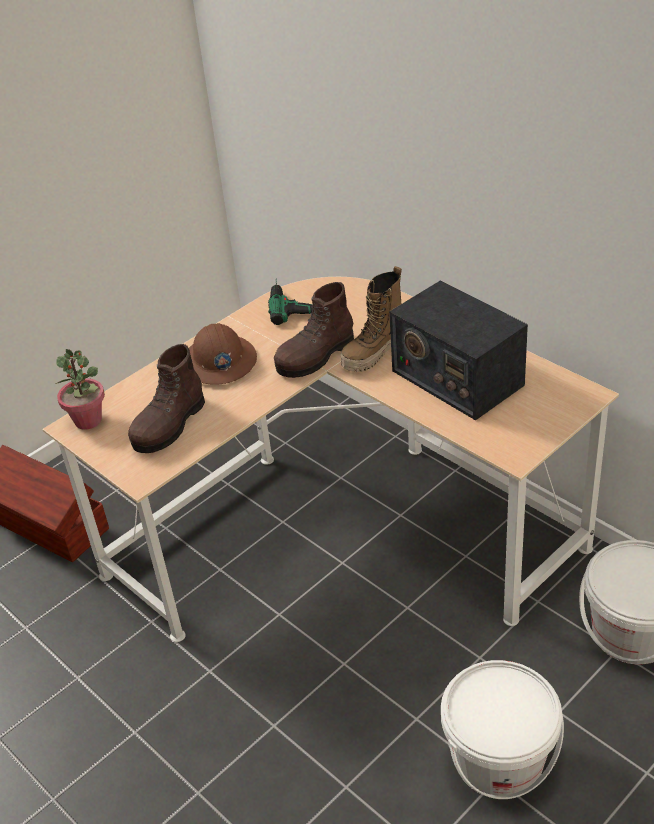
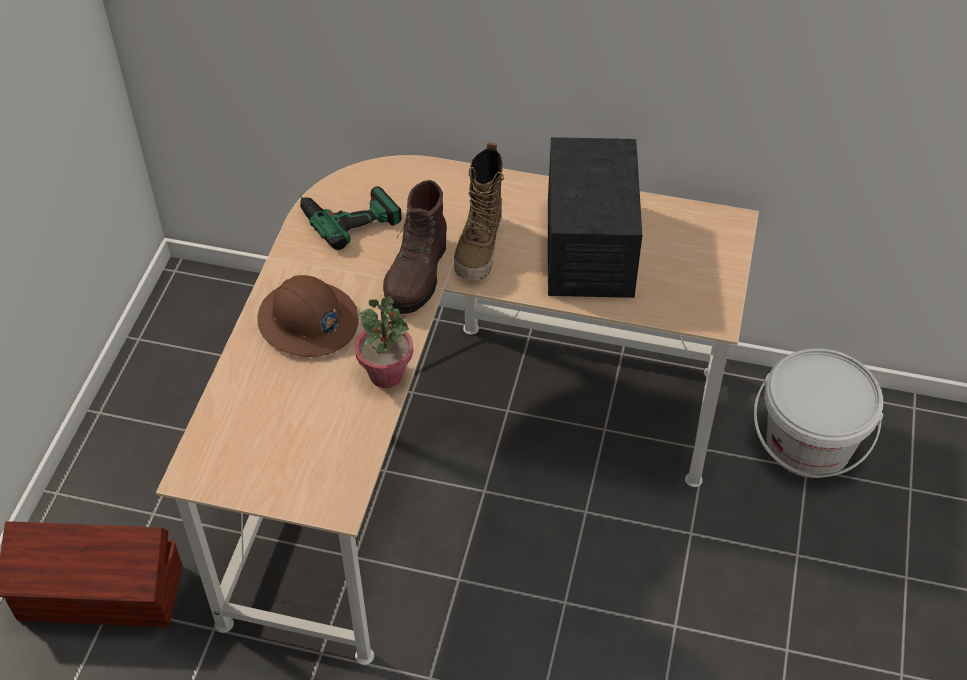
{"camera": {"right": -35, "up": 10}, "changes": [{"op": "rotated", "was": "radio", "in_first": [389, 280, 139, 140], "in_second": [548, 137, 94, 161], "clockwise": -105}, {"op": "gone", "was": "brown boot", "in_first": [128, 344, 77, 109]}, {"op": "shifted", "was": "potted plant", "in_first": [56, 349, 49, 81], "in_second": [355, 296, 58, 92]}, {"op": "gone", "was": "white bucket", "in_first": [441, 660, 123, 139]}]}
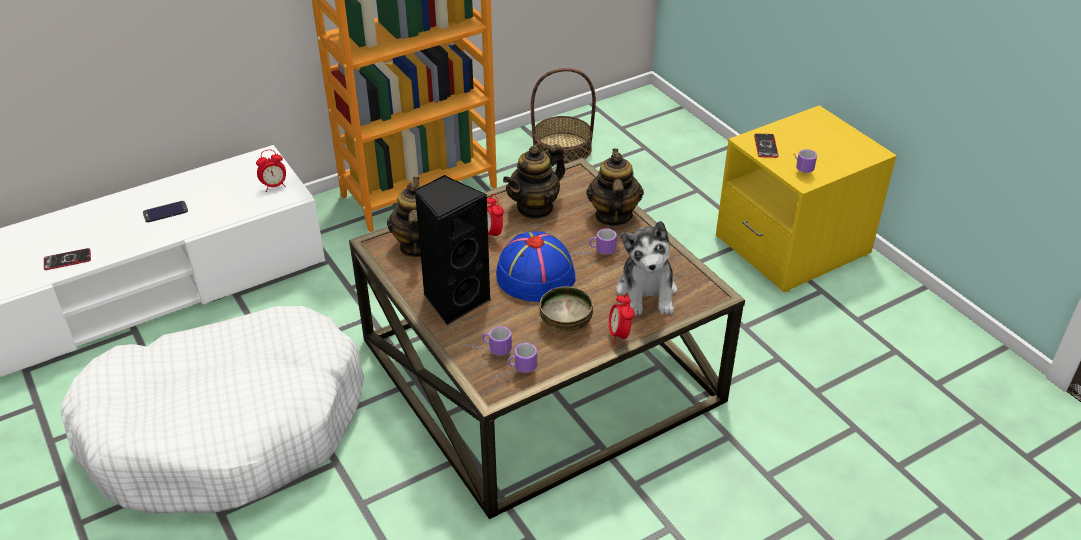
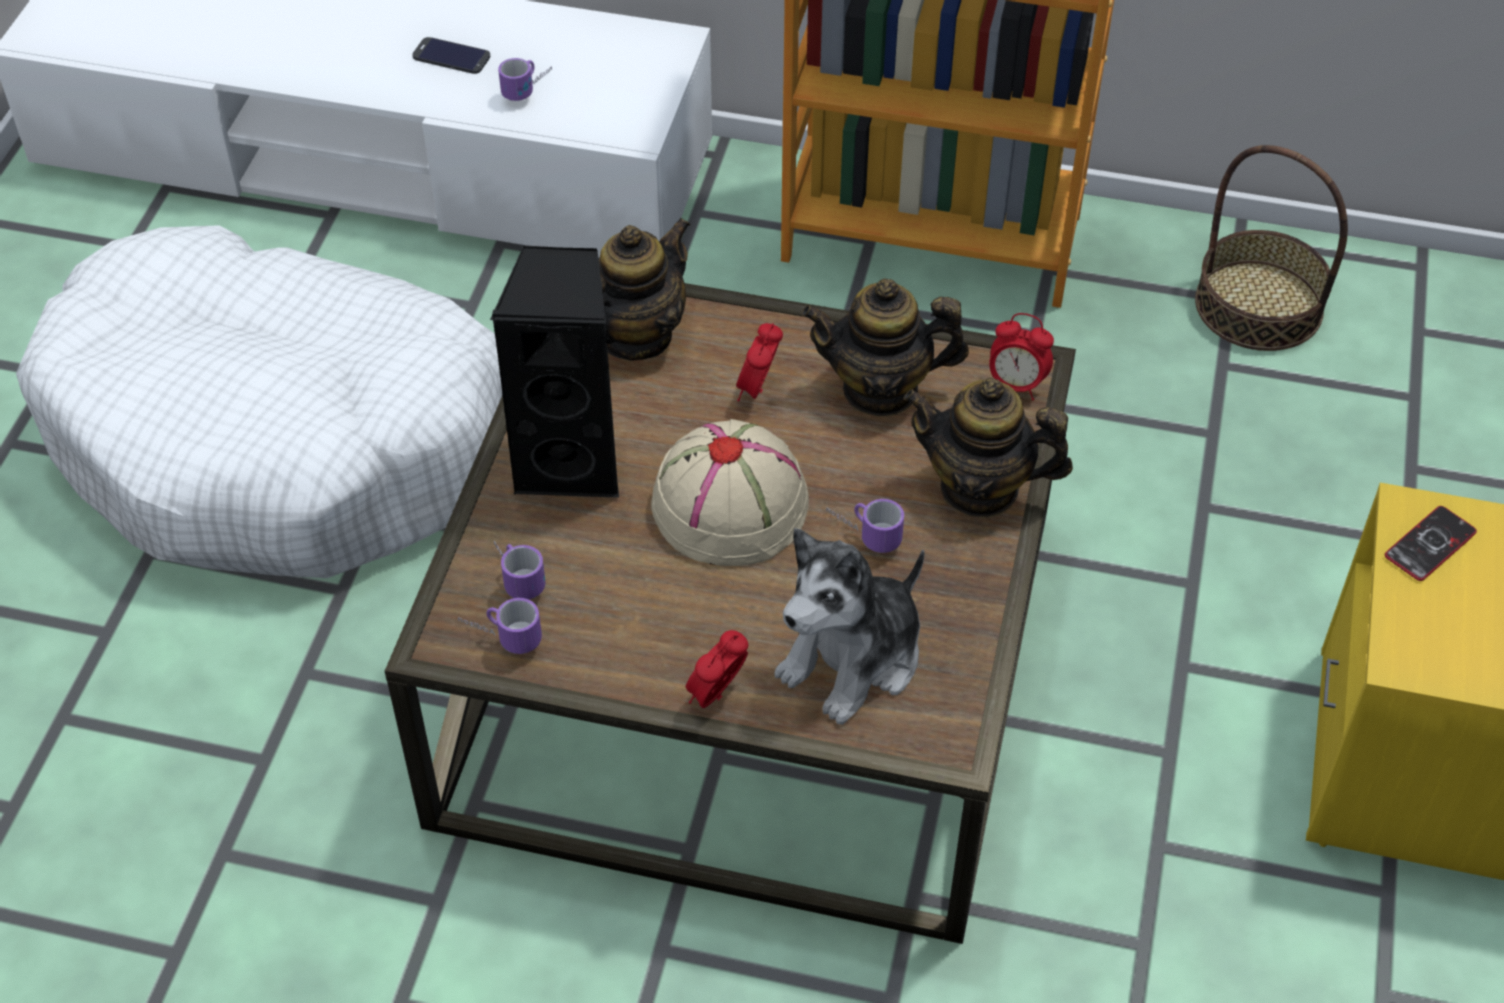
{"camera": {"right": 45, "up": 10}, "changes": [{"op": "rotated", "was": "teapot", "in_first": [587, 149, 57, 77], "in_second": [903, 377, 170, 141], "clockwise": -120}, {"op": "shifted", "was": "mug", "in_first": [794, 149, 23, 24], "in_second": [498, 58, 54, 43]}, {"op": "shifted", "was": "alarm clock", "in_first": [256, 150, 30, 42], "in_second": [989, 313, 65, 87]}, {"op": "repainted", "was": "blue hat", "now": "beige hat", "in_first": [496, 231, 79, 71], "in_second": [651, 419, 158, 147]}, {"op": "gone", "was": "phone", "in_first": [44, 248, 47, 22]}, {"op": "gone", "was": "bowl", "in_first": [540, 286, 53, 45]}]}
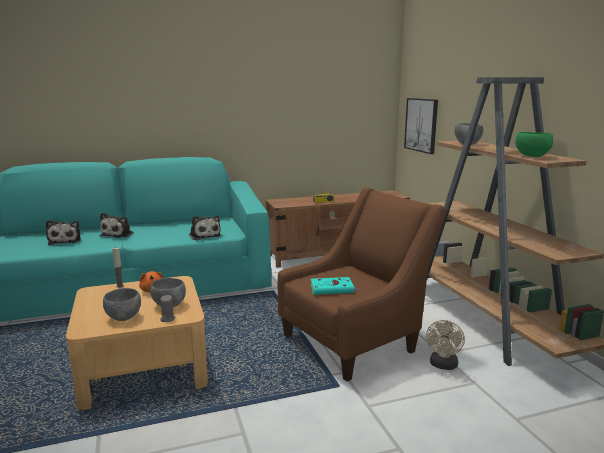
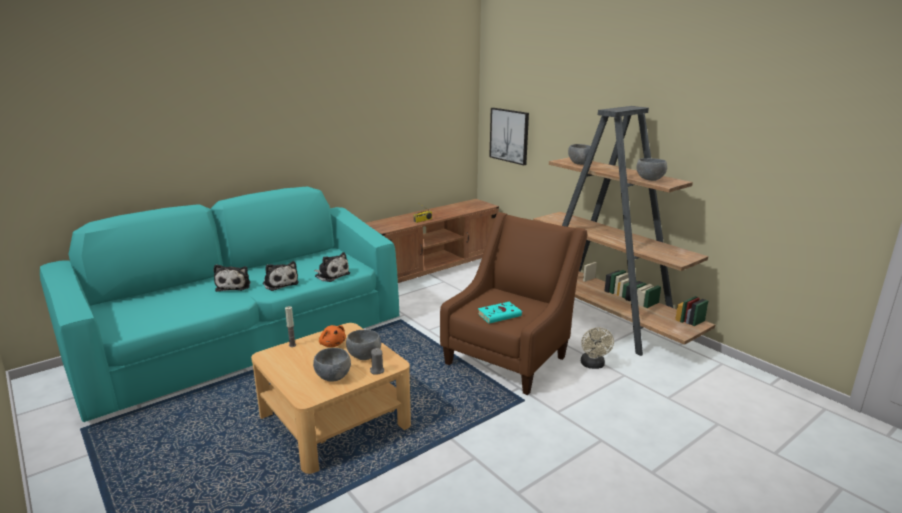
{"camera": {"right": -20, "up": 5}, "changes": [{"op": "repainted", "was": "green bowl", "now": "grey bowl", "in_first": [515, 132, 38, 25], "in_second": [636, 158, 31, 23]}, {"op": "shifted", "was": "plush toy", "in_first": [46, 220, 35, 25], "in_second": [263, 261, 36, 30]}]}
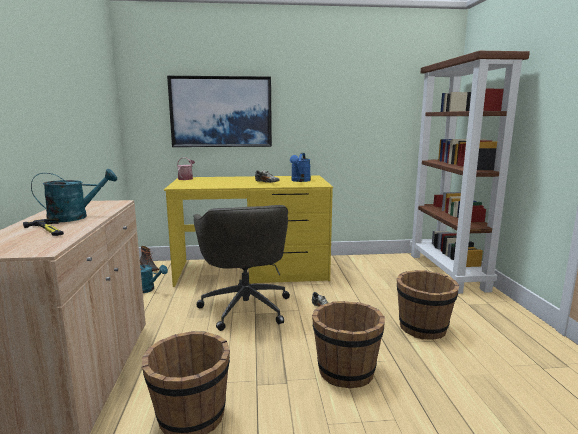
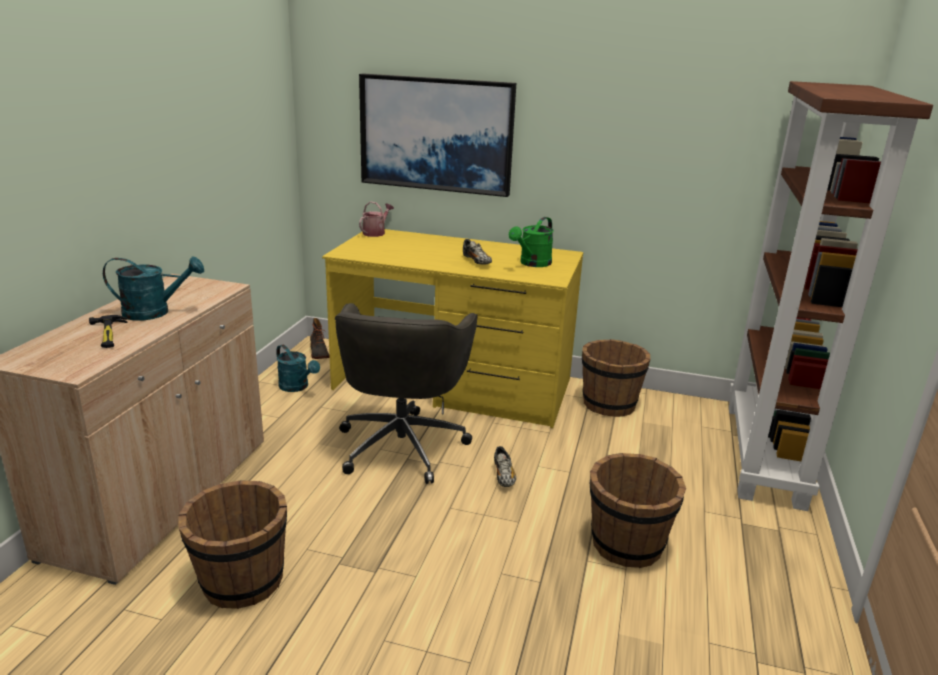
{"camera": {"right": 20, "up": 10}, "changes": [{"op": "repainted", "was": "blue watering can", "now": "green watering can", "in_first": [290, 153, 21, 29], "in_second": [509, 217, 45, 50]}, {"op": "shifted", "was": "brown bucket", "in_first": [312, 301, 73, 87], "in_second": [582, 339, 68, 78]}]}
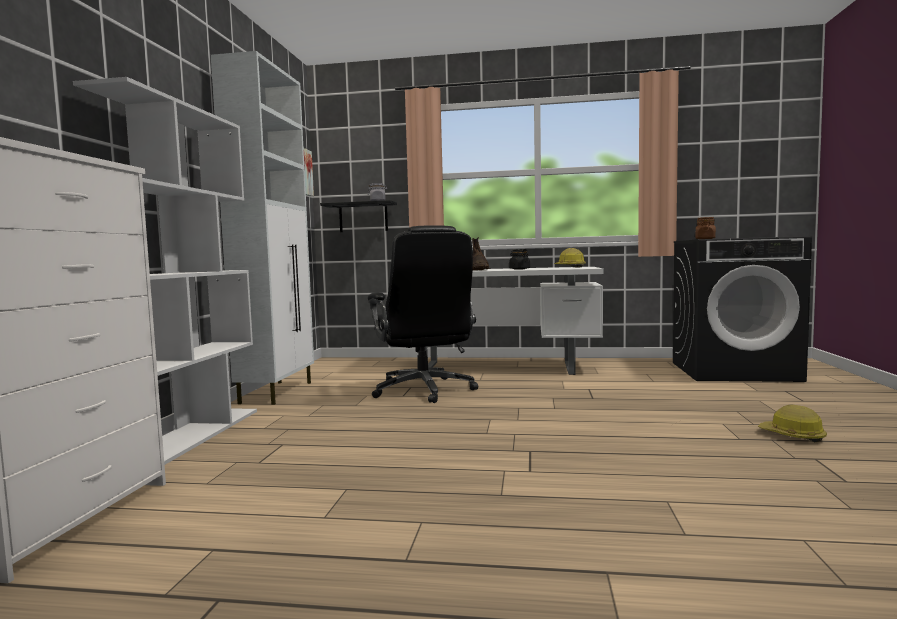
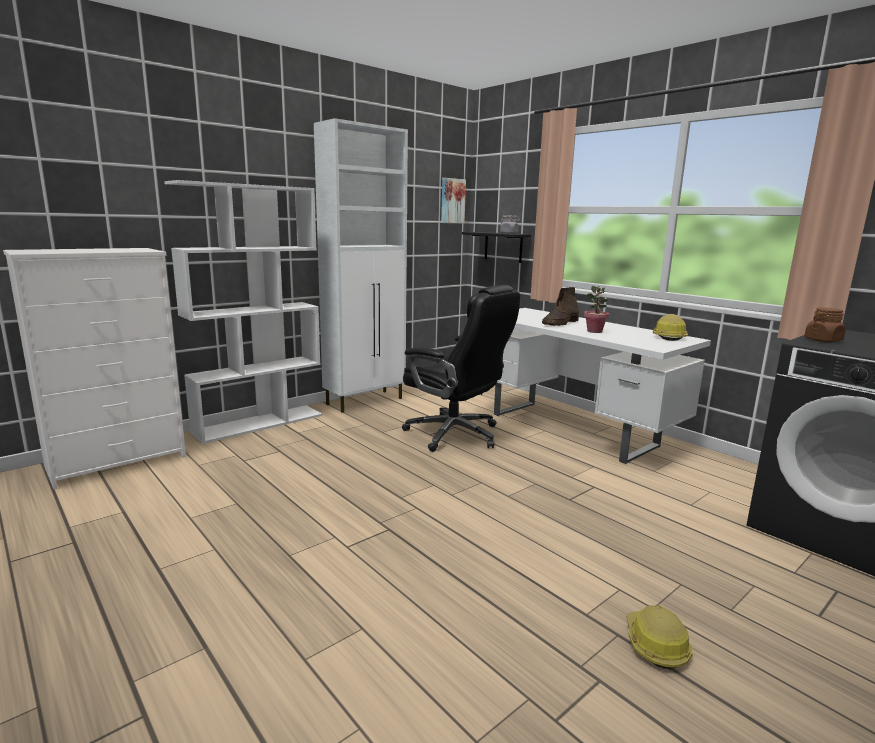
{"camera": {"right": 40, "up": 10}, "changes": [{"op": "rotated", "was": "black office chair", "in_first": [368, 225, 110, 178], "in_second": [402, 285, 118, 167], "clockwise": -75}, {"op": "swapped", "was": "black jar", "now": "potted plant", "in_first": [509, 249, 21, 21], "in_second": [584, 286, 25, 47]}]}
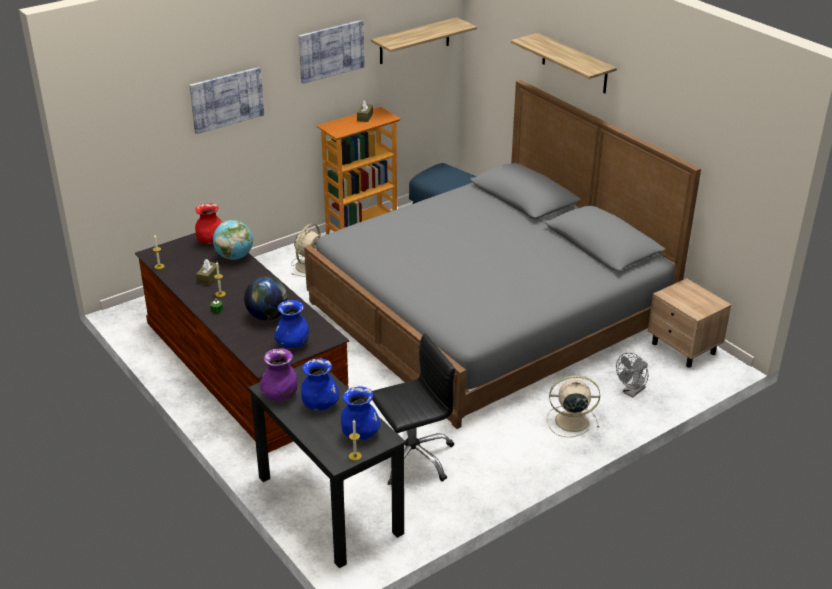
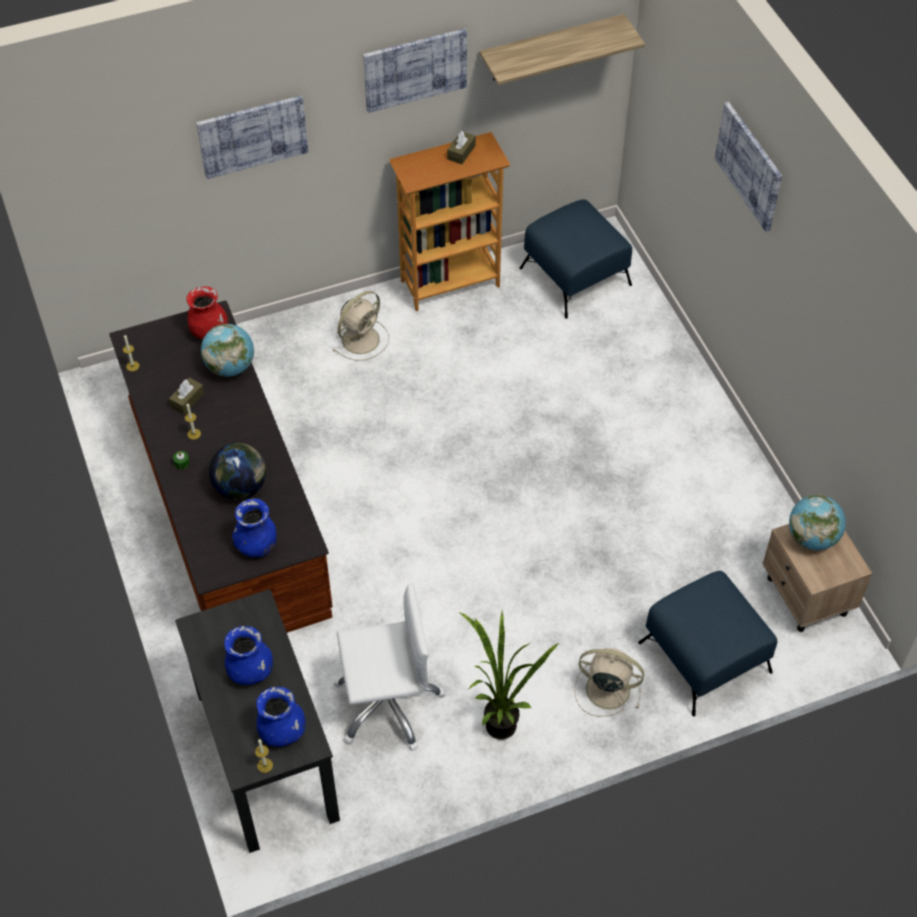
{"camera": {"right": 15, "up": 20}, "changes": [{"op": "swapped", "was": "shelf", "now": "picture", "in_first": [511, 33, 106, 60], "in_second": [715, 102, 67, 130]}, {"op": "gone", "was": "grey bed", "in_first": [304, 80, 397, 349]}, {"op": "repainted", "was": "black office chair", "now": "white office chair", "in_first": [372, 334, 83, 151], "in_second": [334, 583, 111, 168]}, {"op": "gone", "was": "purple vase", "in_first": [260, 348, 38, 53]}, {"op": "swapped", "was": "grey fan", "now": "blue ottoman", "in_first": [616, 353, 32, 45], "in_second": [638, 571, 139, 146]}, {"op": "new", "now": "globe", "in_second": [789, 494, 57, 56]}, {"op": "new", "now": "potted plant", "in_second": [458, 611, 101, 128]}]}
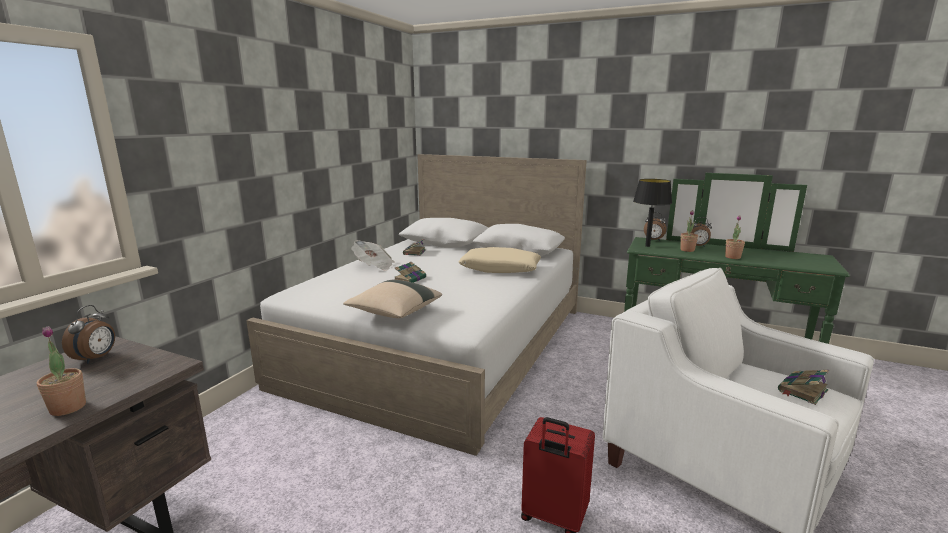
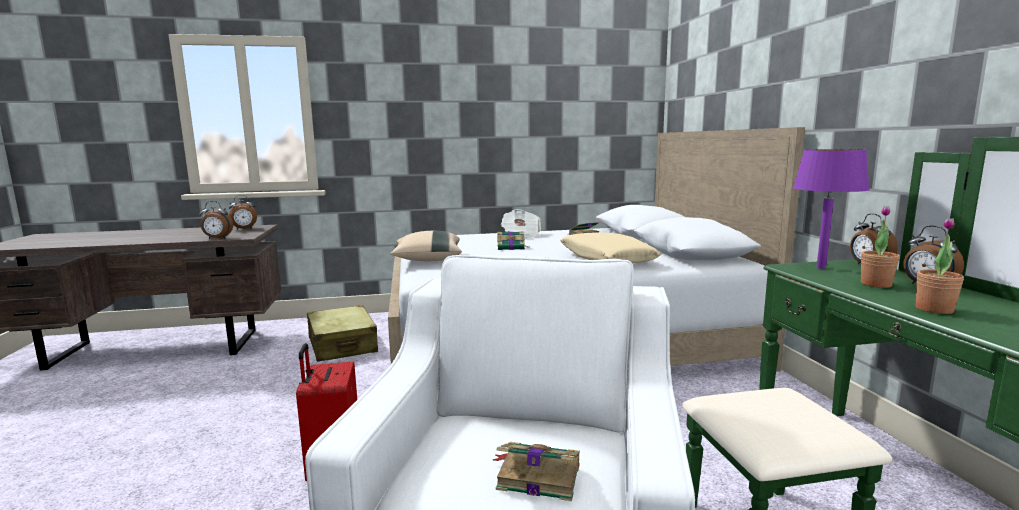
{"camera": {"right": 55, "up": -5}, "changes": [{"op": "repainted", "was": "black table lamp", "now": "purple table lamp", "in_first": [633, 179, 39, 68], "in_second": [793, 149, 77, 120]}, {"op": "gone", "was": "potted plant", "in_first": [37, 326, 49, 90]}, {"op": "new", "now": "alarm clock", "in_second": [199, 201, 34, 38]}, {"op": "new", "now": "beige suitcase", "in_second": [307, 305, 71, 57]}]}
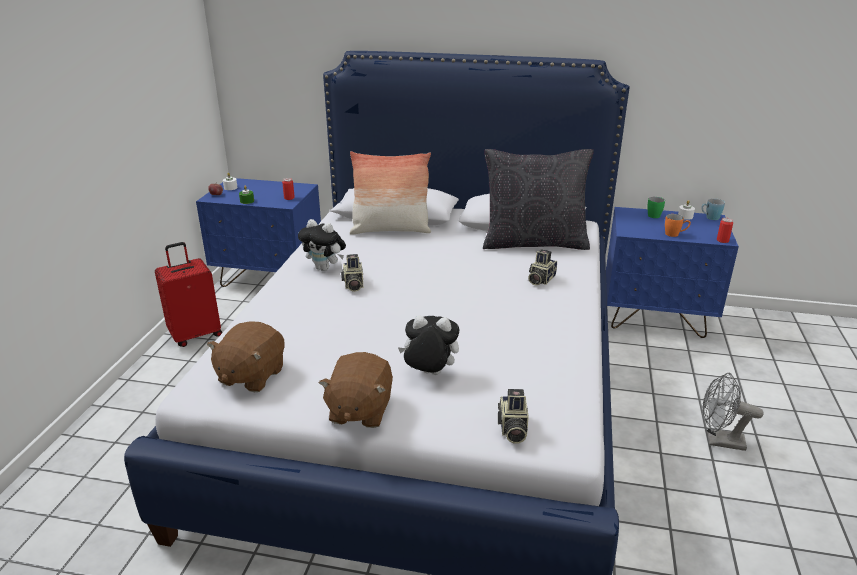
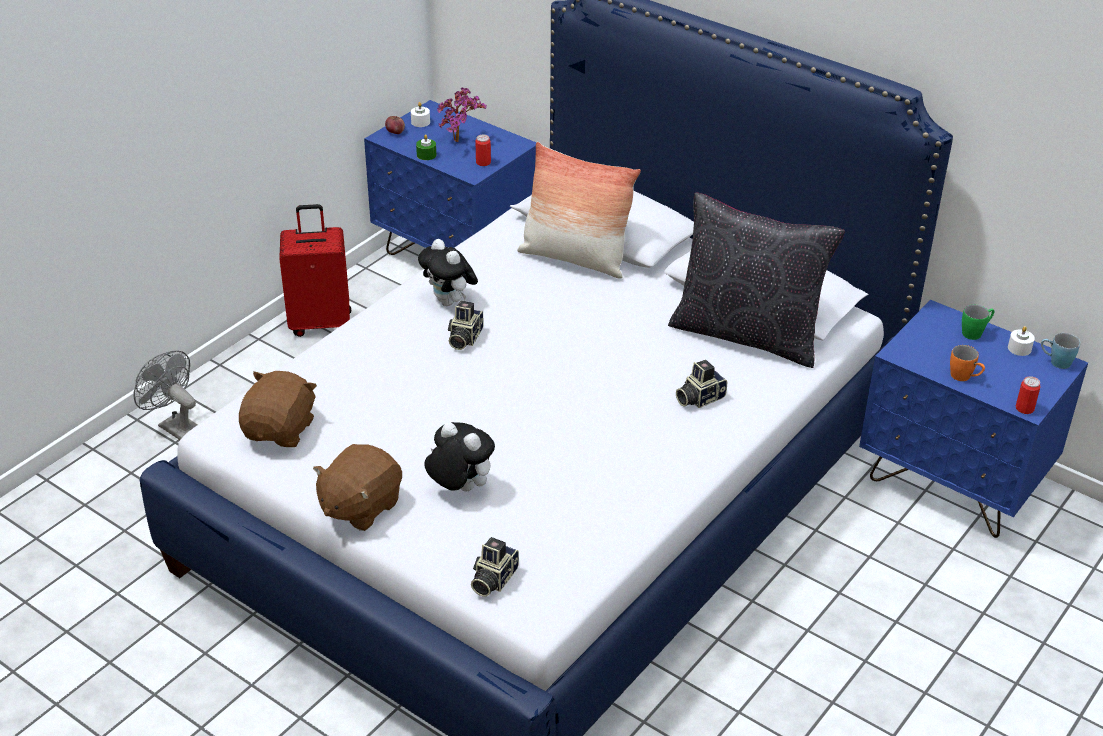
{"camera": {"right": 25, "up": 10}, "changes": [{"op": "rotated", "was": "brown plush toy", "in_first": [207, 321, 78, 71], "in_second": [239, 371, 78, 76], "clockwise": 150}, {"op": "shifted", "was": "grey fan", "in_first": [703, 373, 60, 78], "in_second": [134, 350, 63, 90]}, {"op": "new", "now": "potted plant", "in_second": [437, 87, 50, 55]}]}
